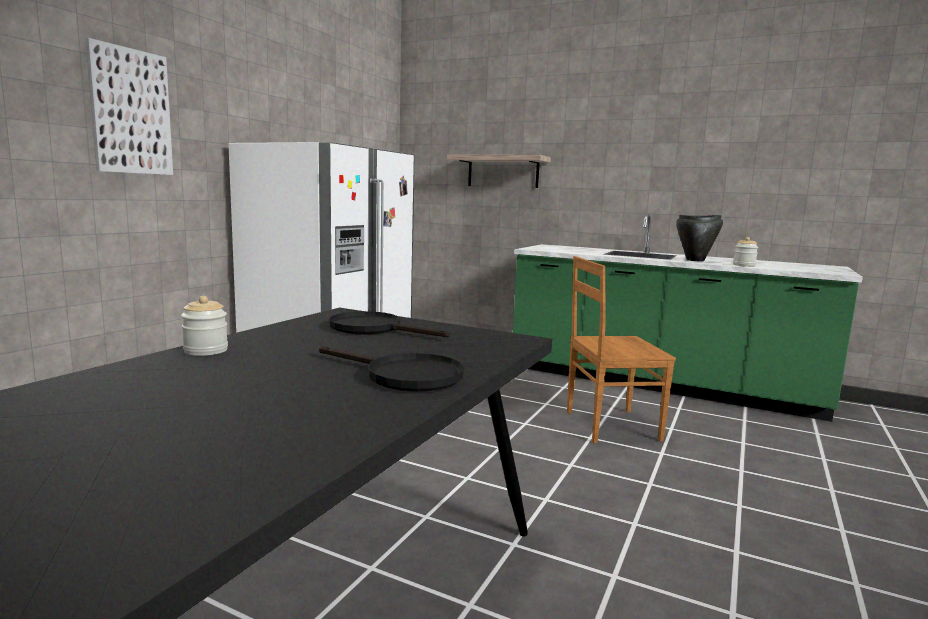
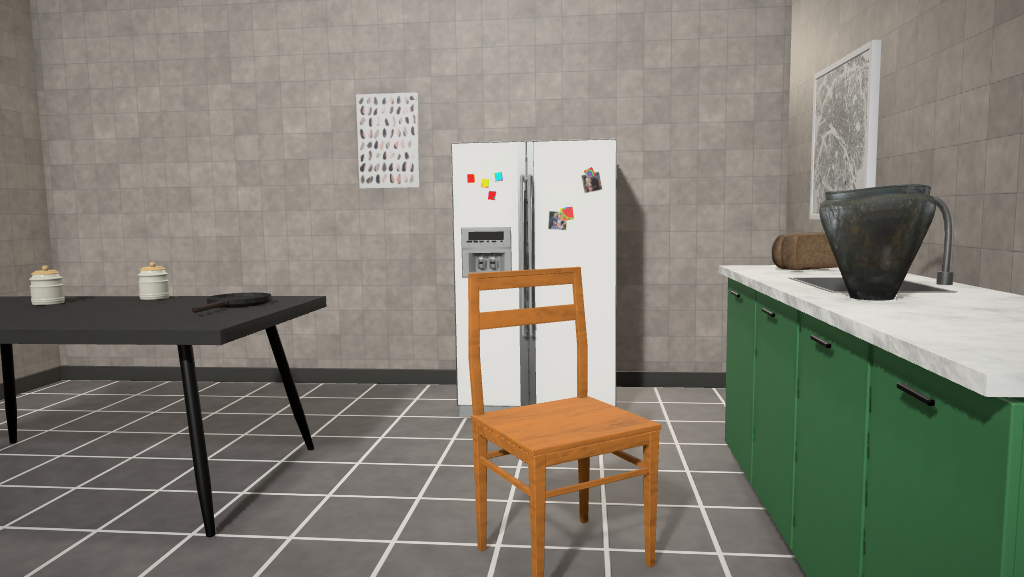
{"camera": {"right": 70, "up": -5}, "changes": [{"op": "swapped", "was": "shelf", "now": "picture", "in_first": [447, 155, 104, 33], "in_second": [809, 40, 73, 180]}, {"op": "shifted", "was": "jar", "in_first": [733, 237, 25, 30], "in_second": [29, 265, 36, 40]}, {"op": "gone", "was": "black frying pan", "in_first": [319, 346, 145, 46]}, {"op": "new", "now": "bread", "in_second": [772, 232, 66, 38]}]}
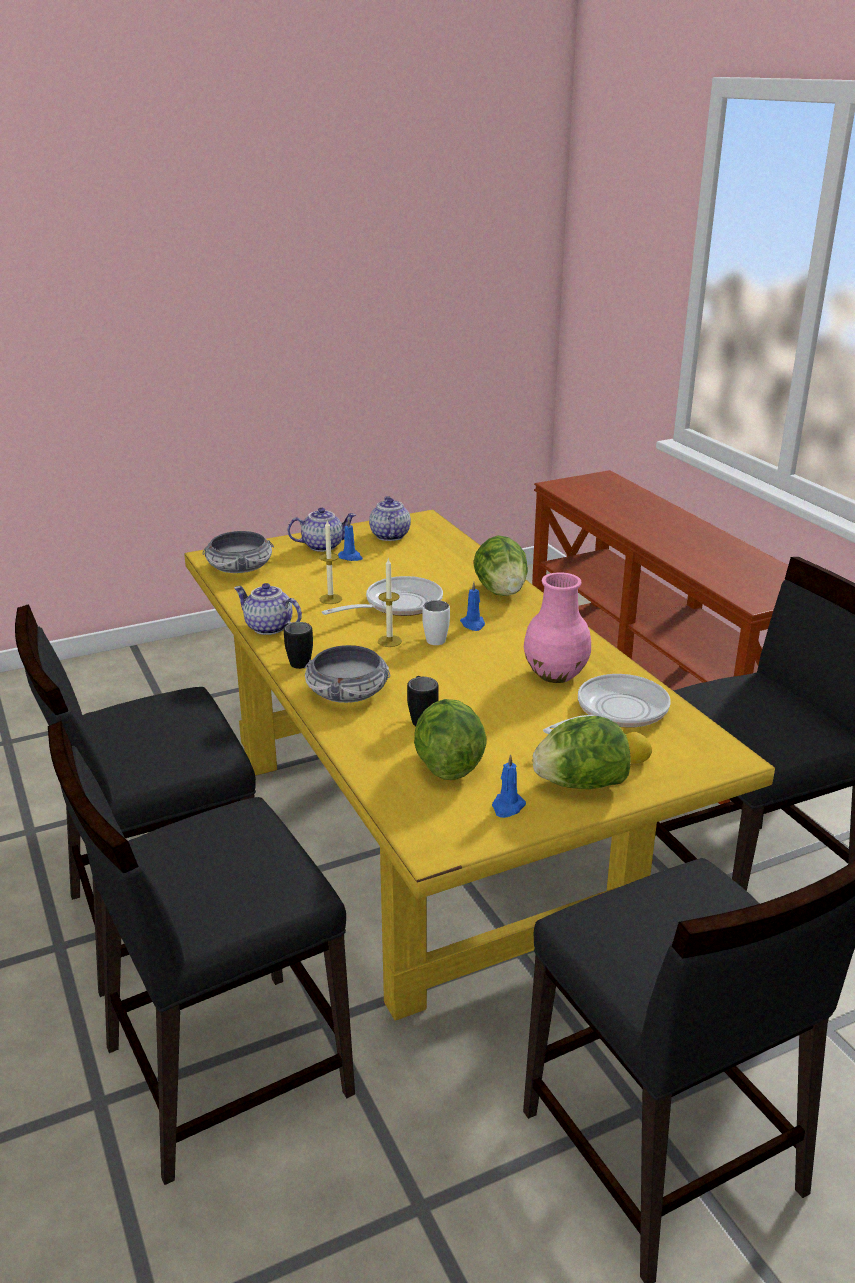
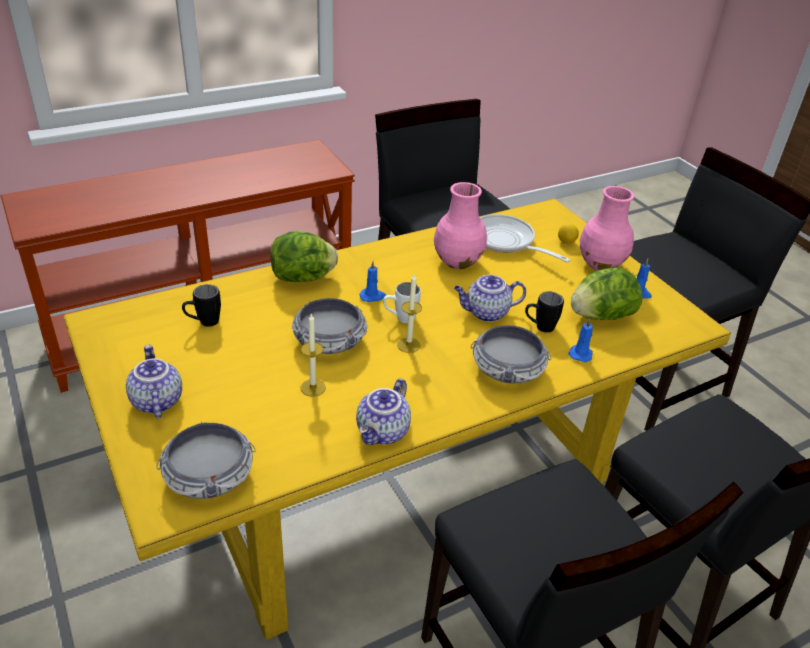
{"camera": {"right": -95, "up": 10}, "changes": [{"op": "shifted", "was": "teapot", "in_first": [369, 497, 42, 44], "in_second": [454, 275, 72, 47]}, {"op": "shifted", "was": "blue candle", "in_first": [338, 518, 25, 43], "in_second": [569, 318, 24, 44]}, {"op": "swapped", "was": "frying pan", "now": "bowl", "in_first": [322, 576, 121, 40], "in_second": [292, 298, 75, 56]}, {"op": "shifted", "was": "black mug", "in_first": [284, 622, 29, 47], "in_second": [182, 284, 39, 43]}, {"op": "swapped", "was": "lettuce", "now": "pink vase", "in_first": [533, 716, 98, 73], "in_second": [580, 186, 54, 84]}]}
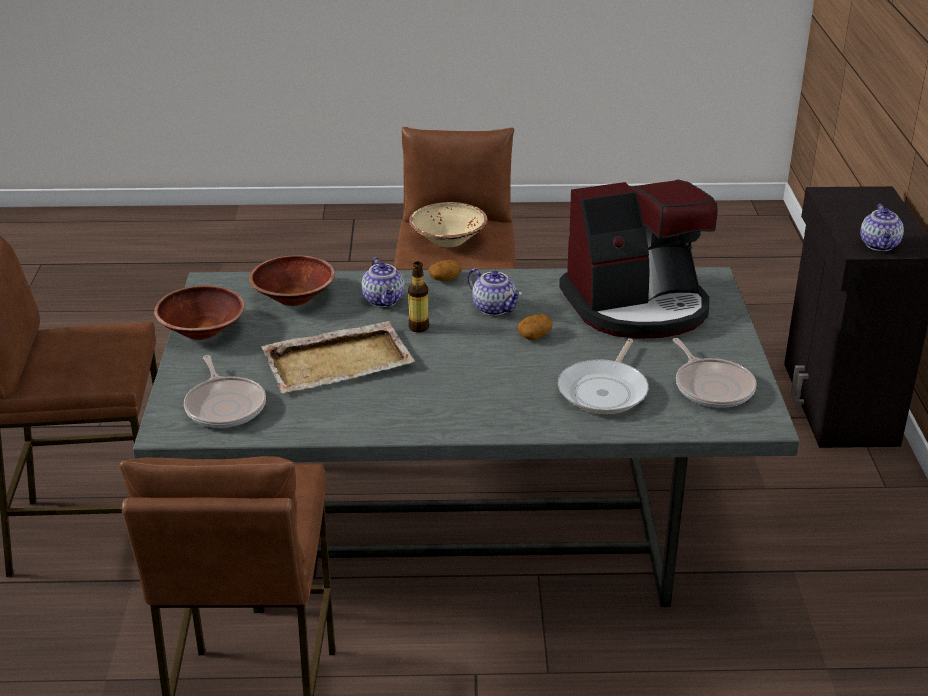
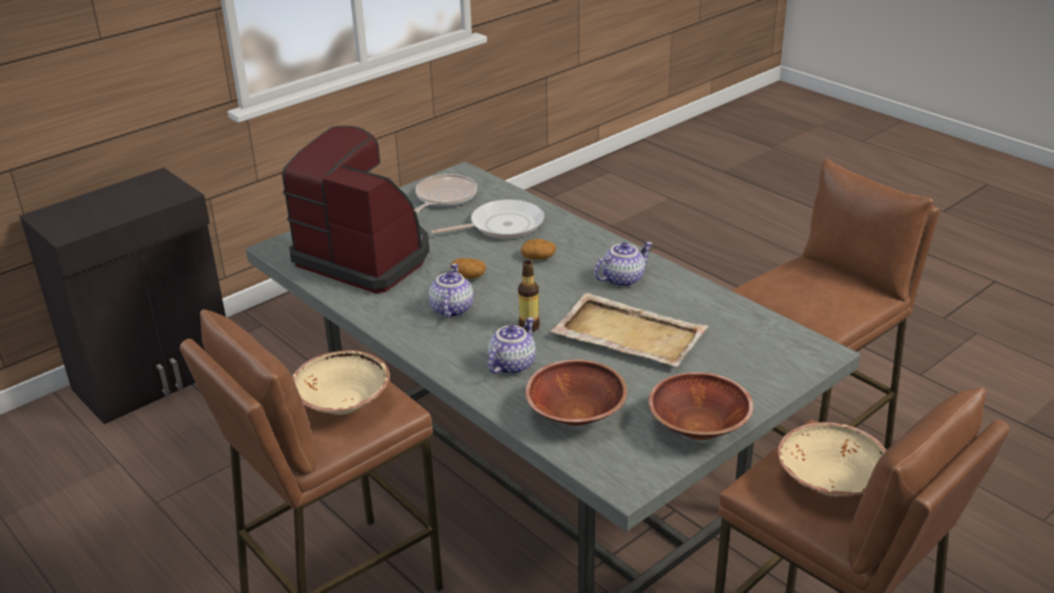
{"camera": {"right": -130, "up": 0}, "changes": [{"op": "shifted", "was": "teapot", "in_first": [860, 204, 44, 47], "in_second": [594, 242, 59, 45]}, {"op": "shifted", "was": "potato", "in_first": [428, 260, 34, 21], "in_second": [521, 239, 35, 21]}, {"op": "gone", "was": "frying pan", "in_first": [184, 355, 82, 73]}, {"op": "new", "now": "beige bowl", "in_second": [778, 422, 108, 74]}]}
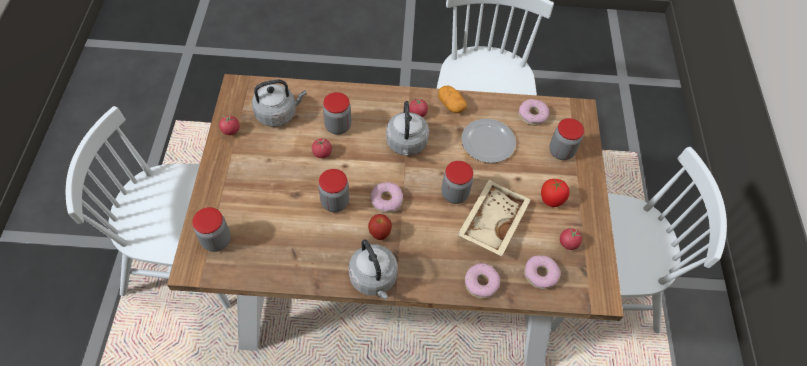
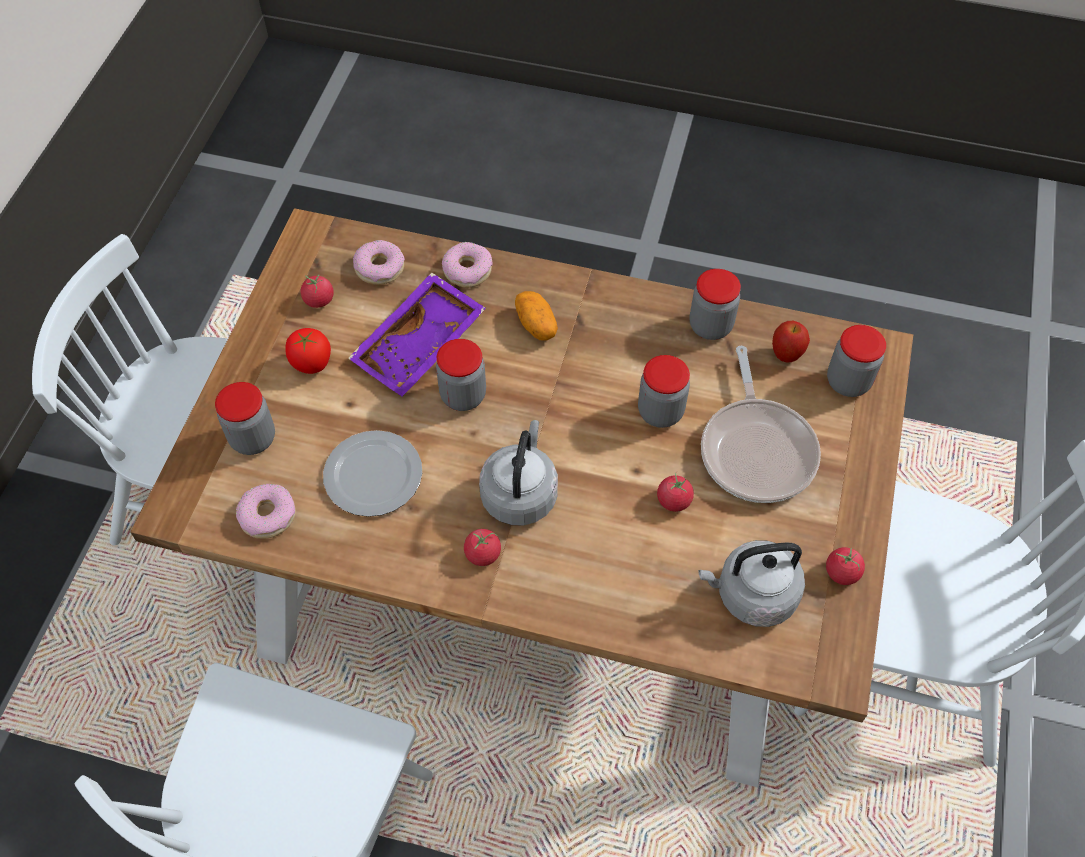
{"camera": {"right": -165, "up": 0}, "changes": [{"op": "shifted", "was": "potato", "in_first": [438, 86, 29, 27], "in_second": [515, 291, 43, 50]}, {"op": "shifted", "was": "jar", "in_first": [323, 92, 28, 43], "in_second": [690, 269, 51, 71]}, {"op": "repainted", "was": "beige tray", "now": "purple tray", "in_first": [457, 180, 74, 77], "in_second": [348, 272, 138, 124]}, {"op": "gone", "was": "donut", "in_first": [370, 182, 33, 31]}, {"op": "shifted", "was": "apple", "in_first": [368, 214, 24, 26], "in_second": [772, 321, 38, 42]}, {"op": "gone", "was": "grey kettle", "in_first": [349, 239, 49, 61]}, {"op": "new", "now": "frying pan", "in_second": [701, 346, 120, 157]}]}
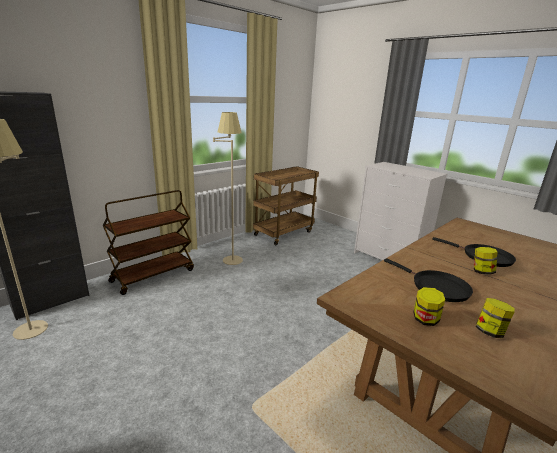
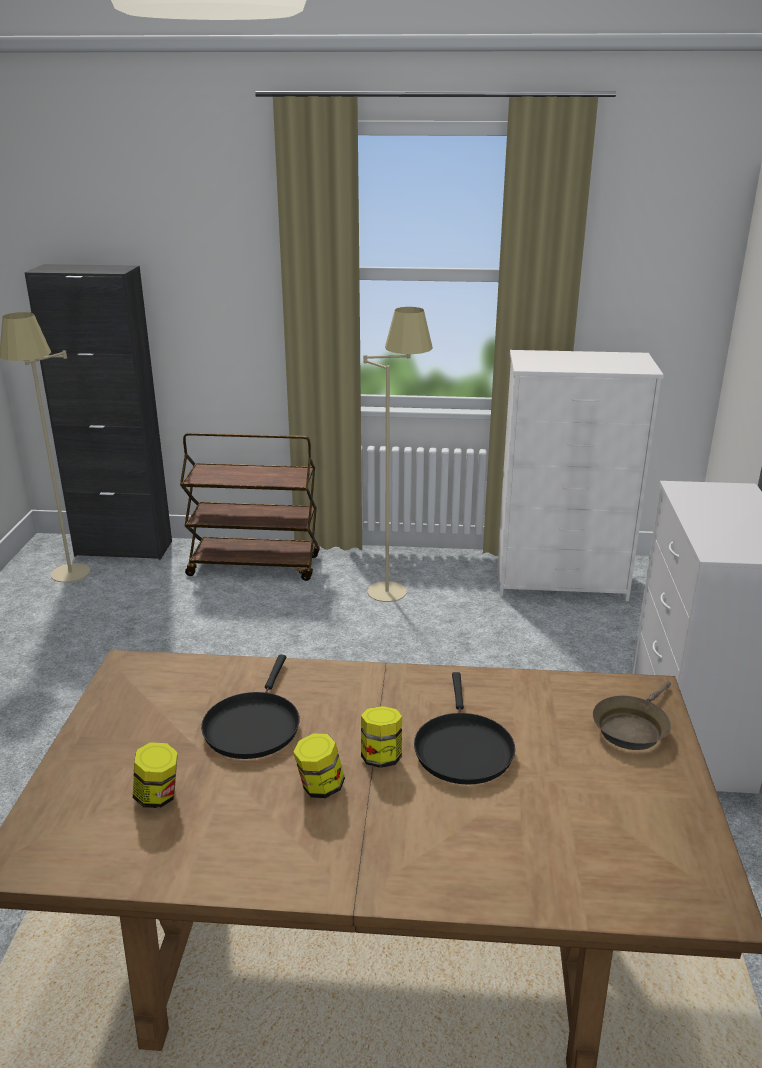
{"camera": {"right": 50, "up": 5}, "changes": [{"op": "swapped", "was": "brown cart", "now": "white dresser", "in_first": [253, 166, 66, 79], "in_second": [497, 350, 167, 251]}, {"op": "shifted", "was": "jar", "in_first": [413, 287, 32, 39], "in_second": [293, 733, 52, 65]}, {"op": "new", "now": "brown frying pan", "in_second": [593, 681, 78, 69]}]}
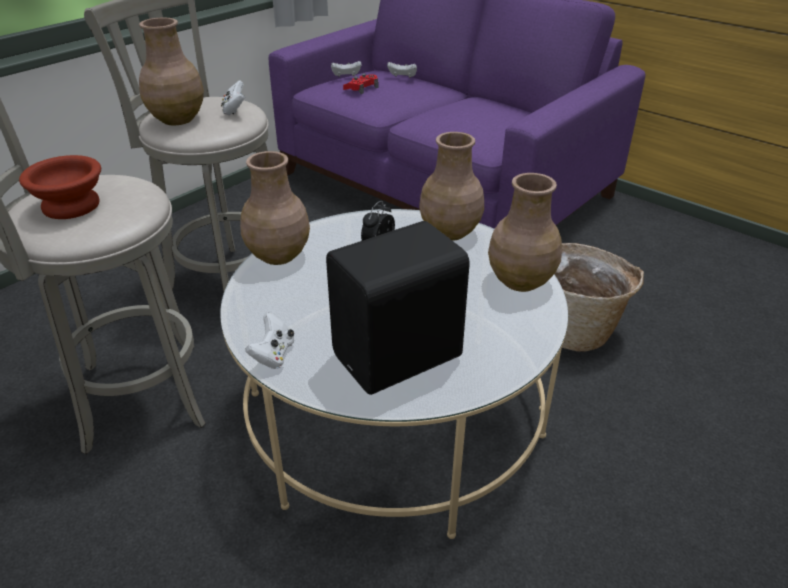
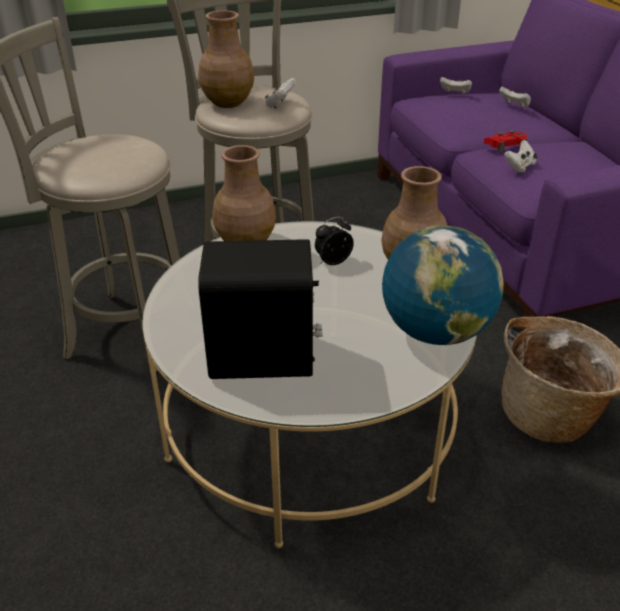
{"camera": {"right": 30, "up": 0}, "changes": [{"op": "shifted", "was": "red game controller", "in_first": [343, 74, 36, 20], "in_second": [483, 130, 44, 23]}, {"op": "gone", "was": "brown bowl", "in_first": [19, 155, 82, 64]}, {"op": "swapped", "was": "brown vase", "now": "globe", "in_first": [488, 173, 74, 119], "in_second": [382, 225, 122, 120]}, {"op": "shifted", "was": "white game controller", "in_first": [245, 313, 49, 56], "in_second": [504, 140, 34, 33]}]}
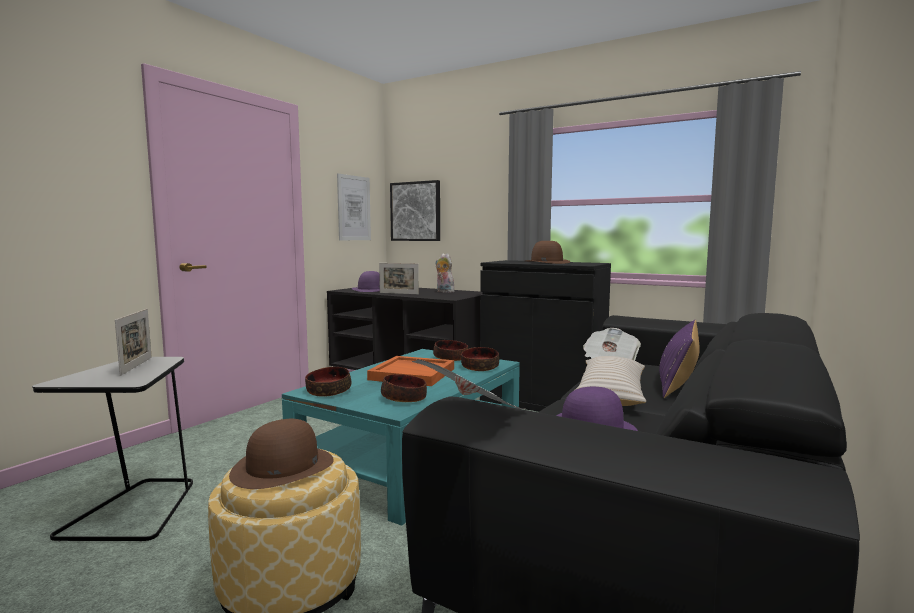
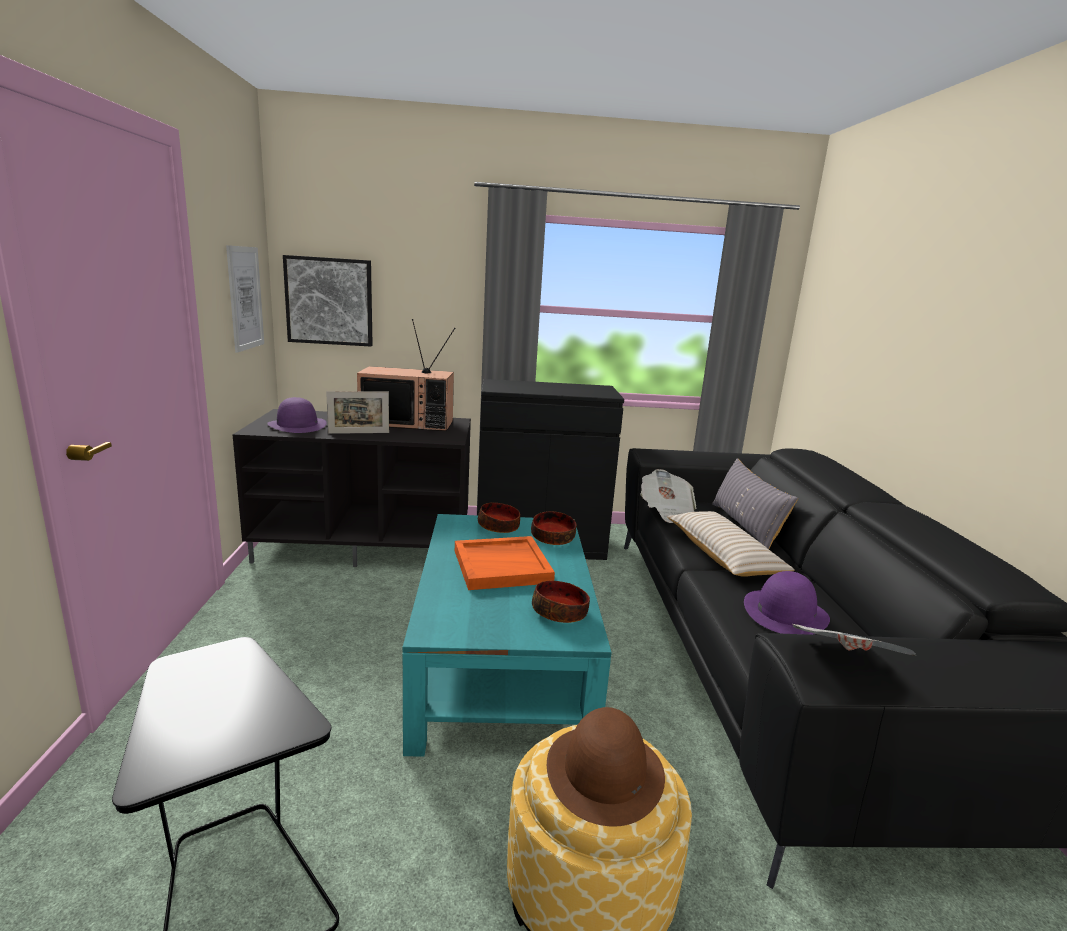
{"camera": {"right": -35, "up": 10}, "changes": [{"op": "gone", "was": "brown hat", "in_first": [525, 241, 45, 23]}, {"op": "swapped", "was": "plush toy", "now": "television", "in_first": [435, 253, 19, 40], "in_second": [357, 319, 98, 112]}, {"op": "gone", "was": "picture frame", "in_first": [115, 309, 37, 67]}, {"op": "repainted", "was": "purple pillow", "now": "grey pillow", "in_first": [659, 320, 41, 78], "in_second": [712, 458, 86, 91]}, {"op": "gone", "was": "bowl", "in_first": [305, 367, 47, 30]}]}
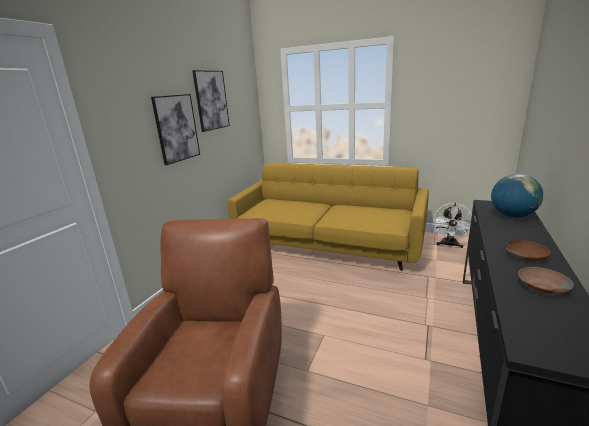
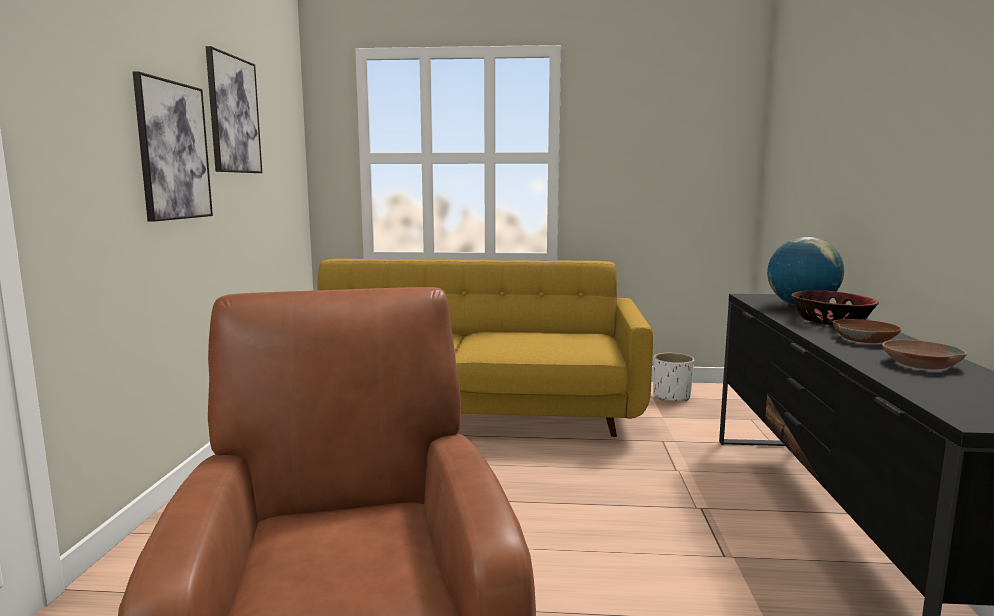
{"camera": {"right": -20, "up": -10}, "changes": [{"op": "swapped", "was": "white fan", "now": "white planter", "in_first": [433, 203, 39, 45], "in_second": [653, 353, 41, 48]}, {"op": "new", "now": "bowl", "in_second": [791, 290, 88, 35]}]}
